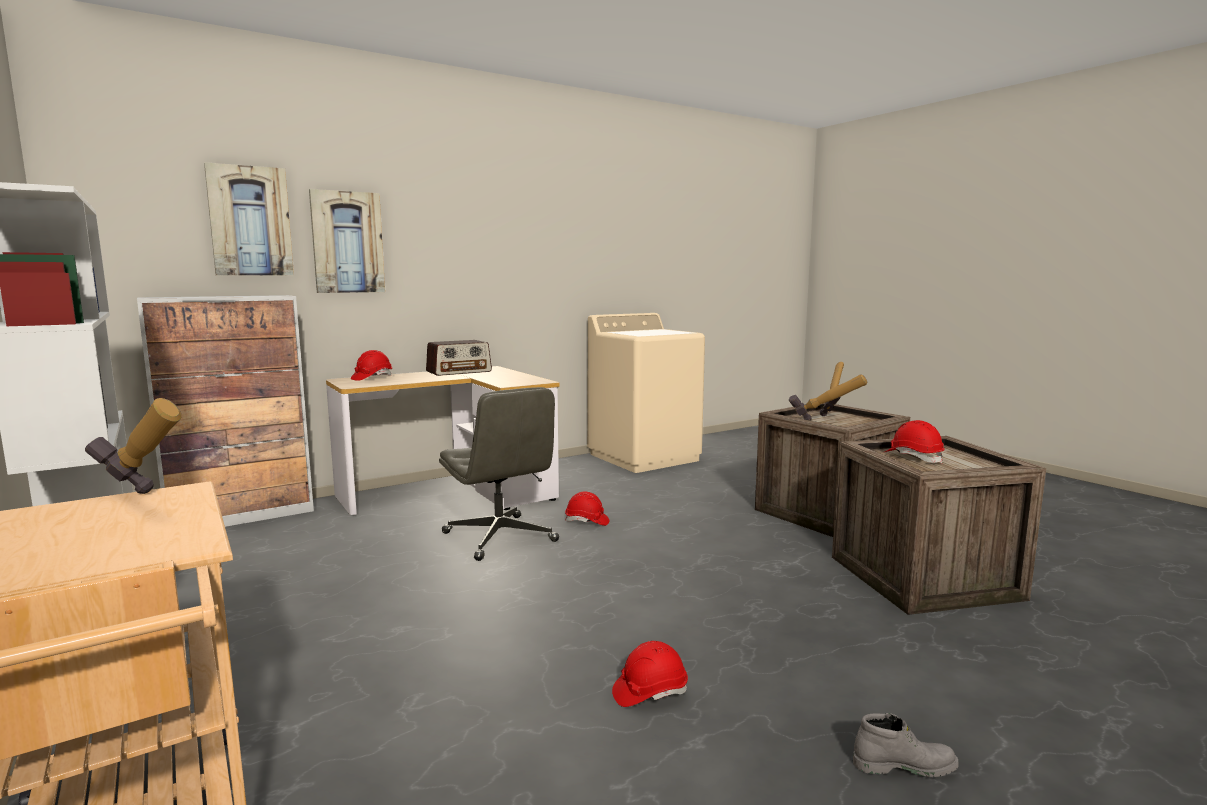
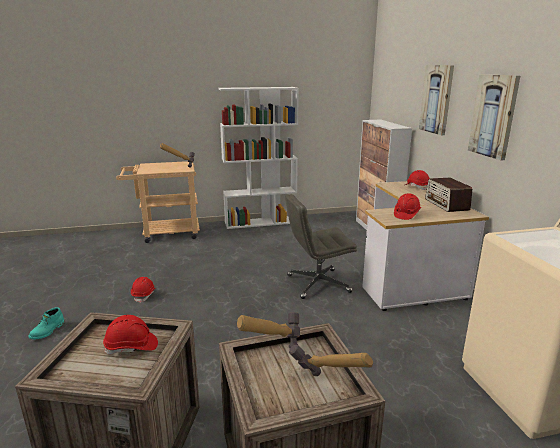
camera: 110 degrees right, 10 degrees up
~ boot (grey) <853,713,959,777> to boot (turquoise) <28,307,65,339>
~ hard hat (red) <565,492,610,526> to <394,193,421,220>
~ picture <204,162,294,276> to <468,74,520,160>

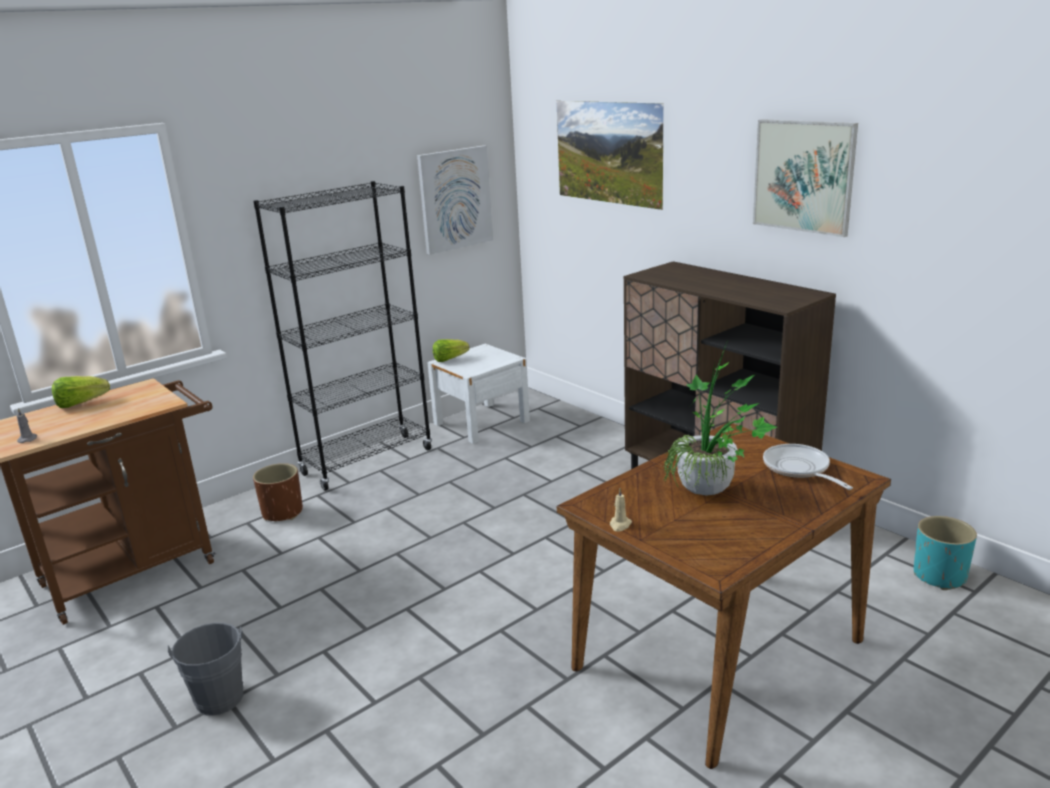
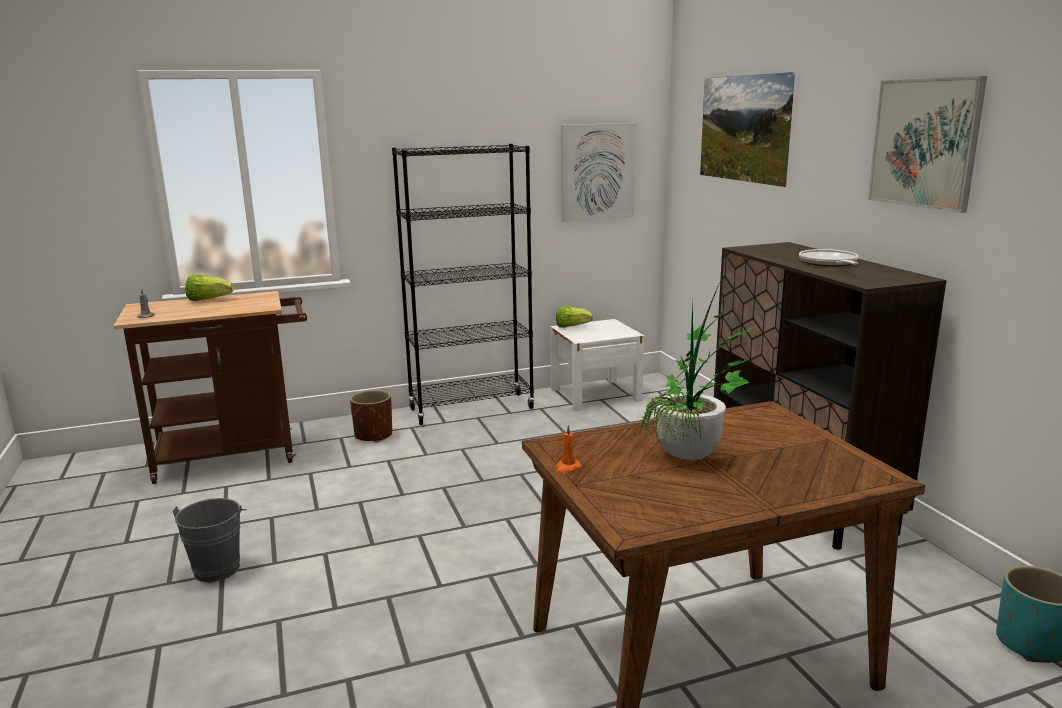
camera: 20 degrees right, 5 degrees down
~ candle (beige) <610,488,632,532> to candle (orange) <556,425,582,474>
~ frying pan <763,444,853,490> to <799,249,859,267>

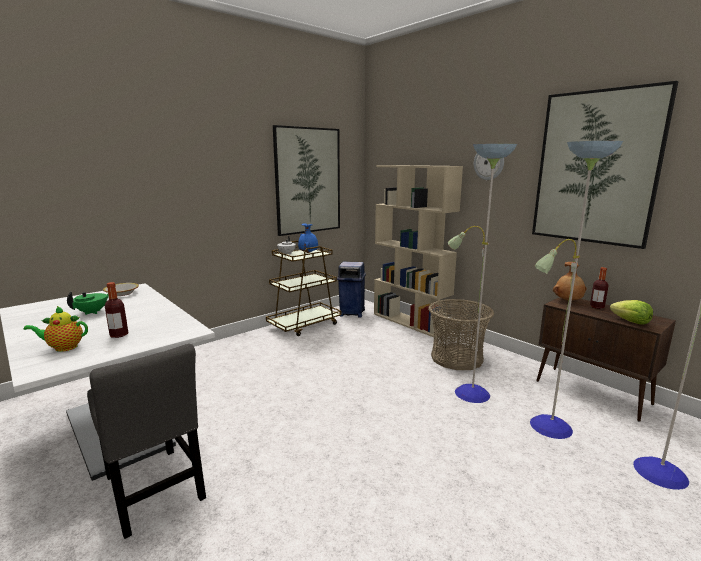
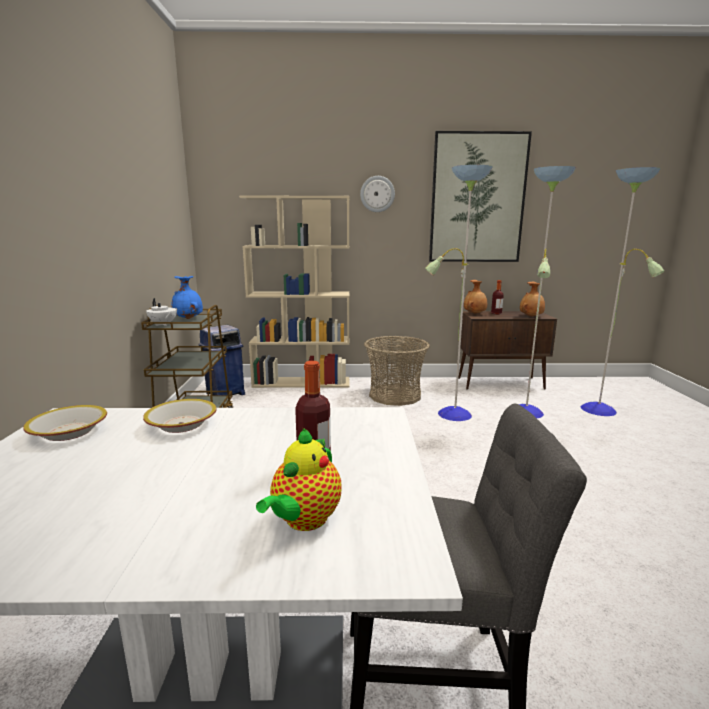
camera: 50 degrees left, 0 degrees up
+ bowl <143,399,217,433>
~ lettuce <610,300,653,325> to vase (brown) <520,282,545,317>
- teapot (green) <67,292,109,315>
- picture <273,125,340,236>

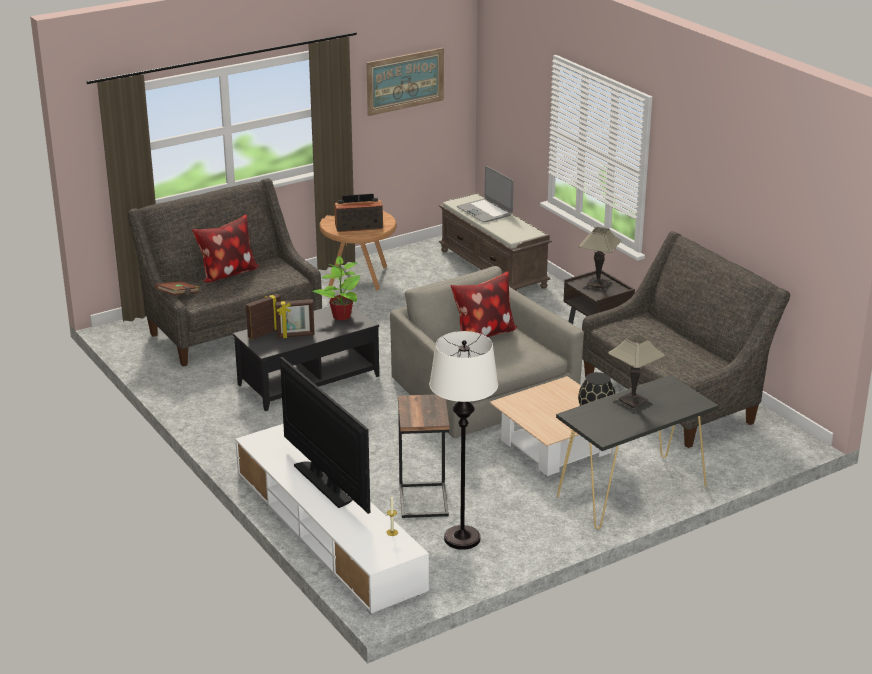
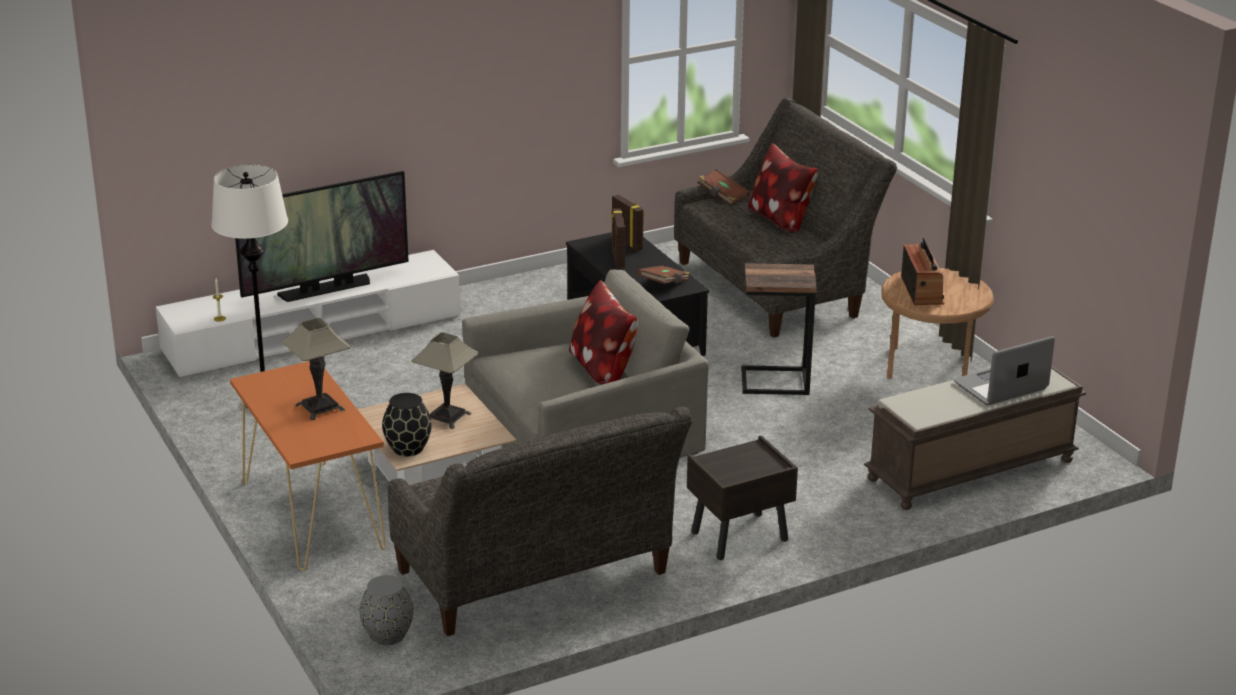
camera: 95 degrees right, 0 degrees up
~ console table (black) <556,375,719,529> to console table (orange) <230,361,386,571>
+ vase (grey) <359,575,414,645>
~ table lamp <579,227,622,293> to <411,332,479,429>
~ potted plant <312,256,361,320> to book (brown) <637,266,691,284>
~ side table <398,394,450,518> to <741,263,817,395>
- picture <366,48,444,116>

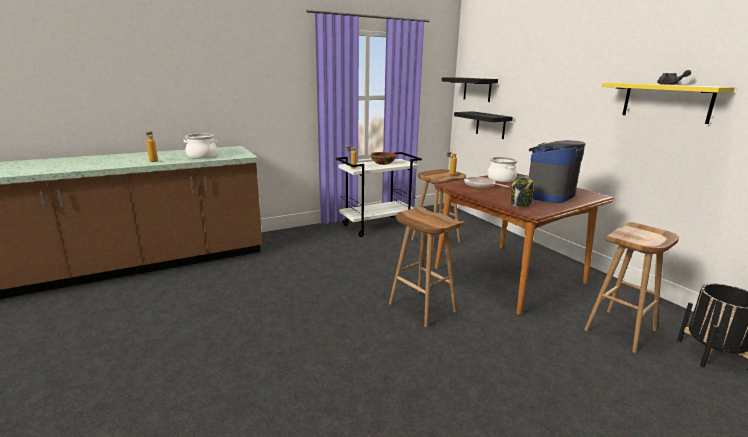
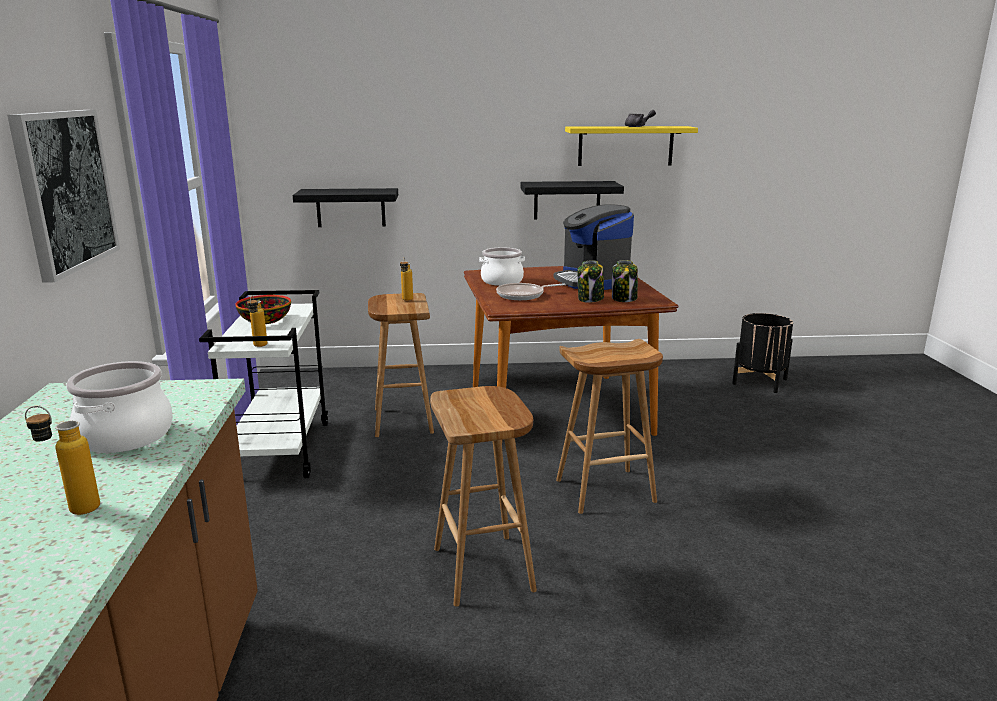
camera: 65 degrees left, 0 degrees up
+ picture <7,110,120,283>
~ stool (brown) <584,222,679,353> to <430,386,537,607>
~ shelf (black) <442,77,498,102> to <521,181,624,220>
+ jar <577,260,604,303>

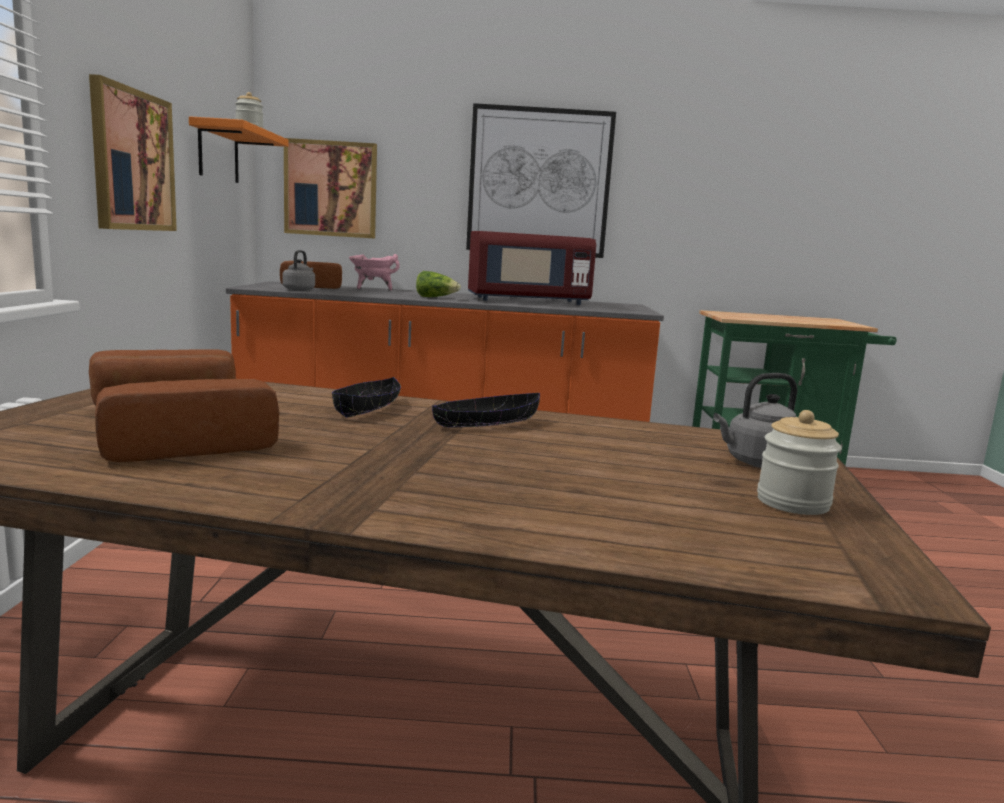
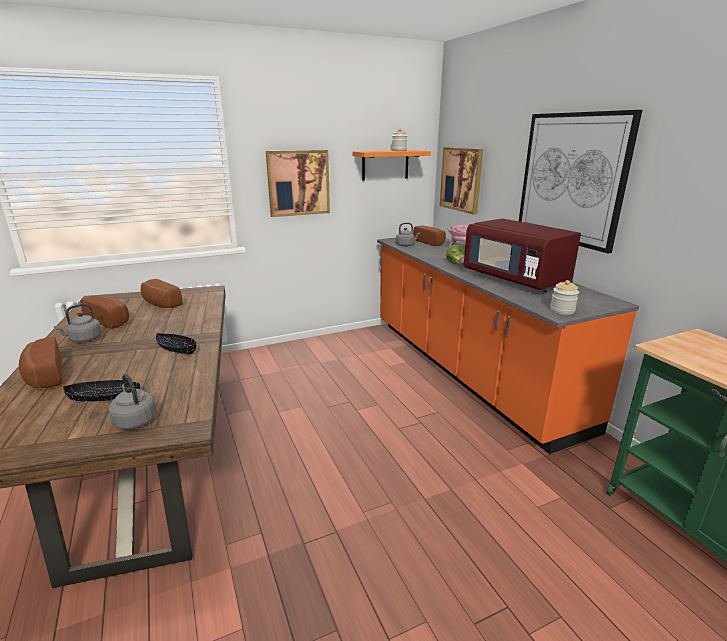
camera: 65 degrees right, 10 degrees up
+ bread <19,337,62,388>
+ kettle (grey) <54,304,102,343>
~ bowl (black) <332,377,401,417> to <63,380,140,402>
~ jar <757,410,842,515> to <550,280,579,315>

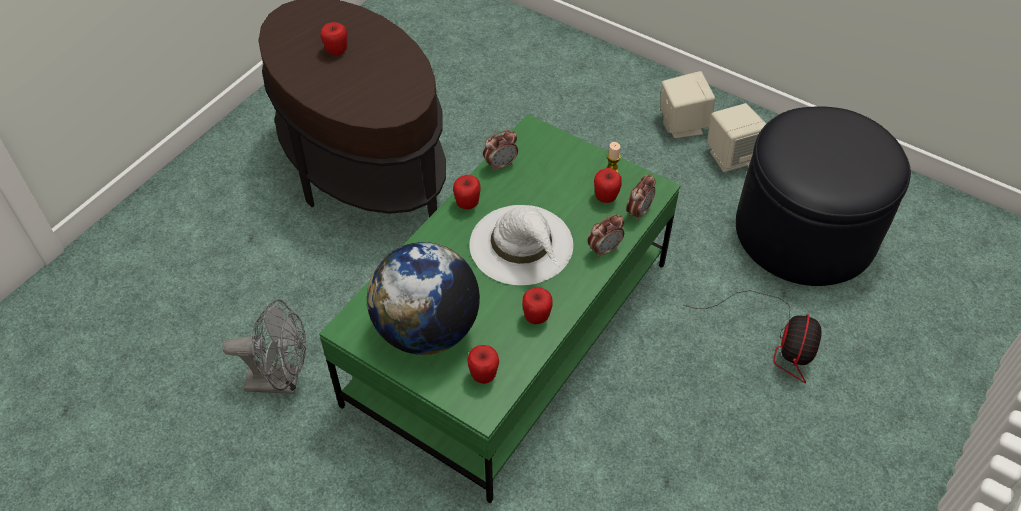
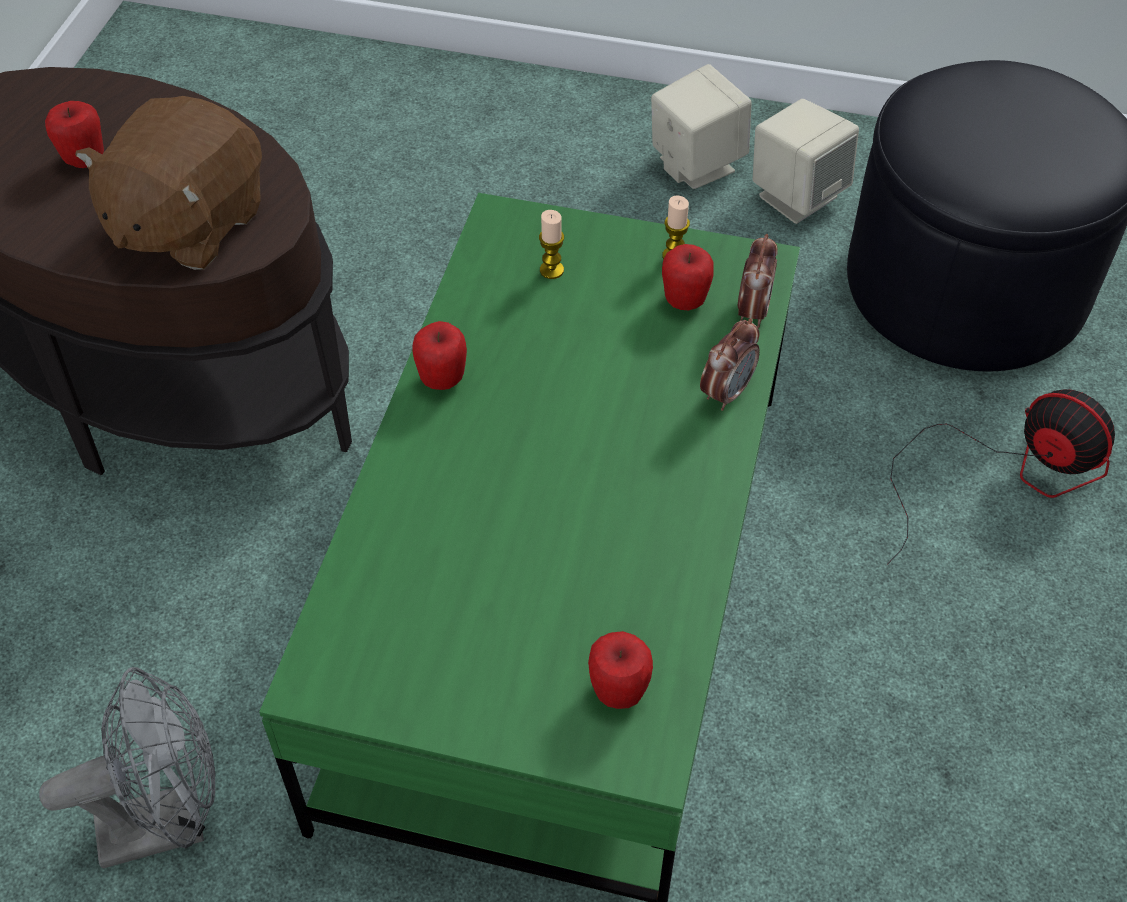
camera: 20 degrees left, 0 degrees up
+ plush toy (brown) <75,96,262,270>
+ candle <539,210,564,279>
~ fan <684,290,822,383> = <887,389,1115,564> 45 degrees counterclockwise
- globe <367,242,480,355>
- hat (white) <470,205,573,285>
- alarm clock <483,130,518,172>
- apple <522,287,552,324>

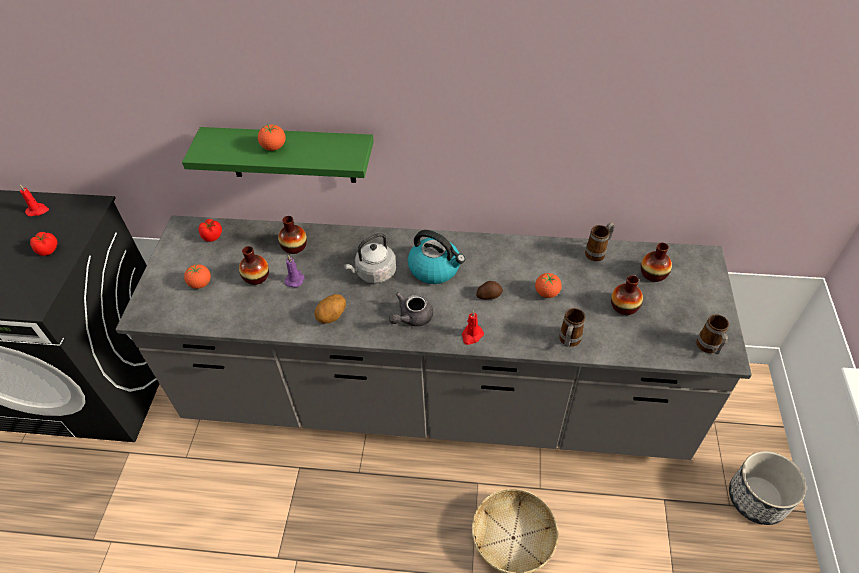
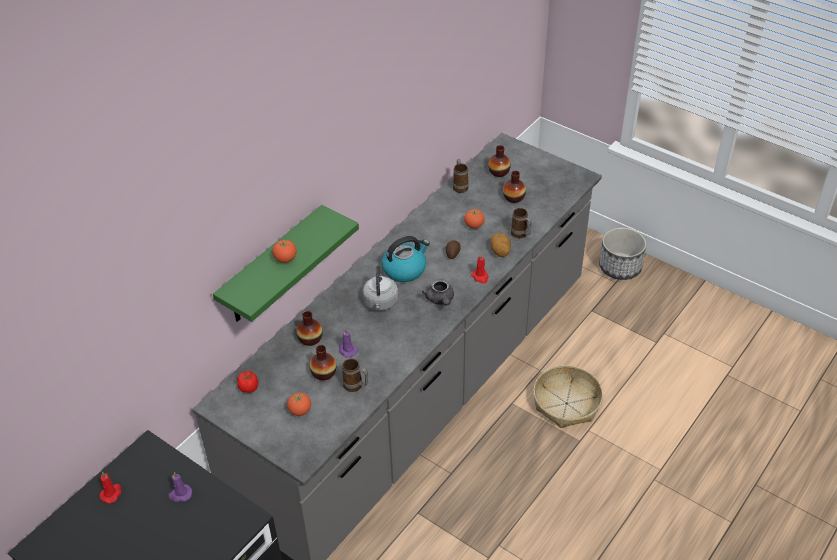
camera: 60 degrees left, 5 degrees down
~ tomato <30,232,58,256> to candle (purple) <168,472,192,502>
~ mug <696,314,729,354> to <342,359,368,392>
~ potato <314,294,346,324> to <490,233,511,257>

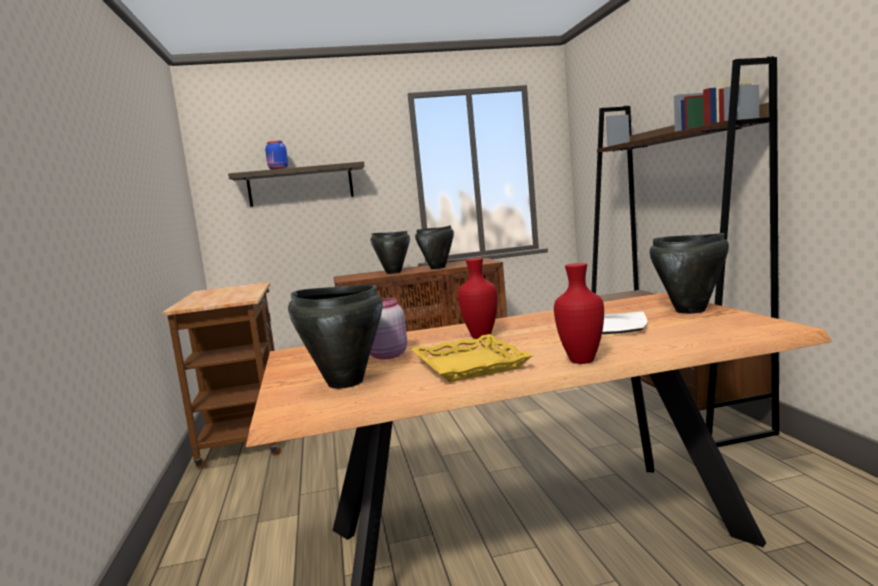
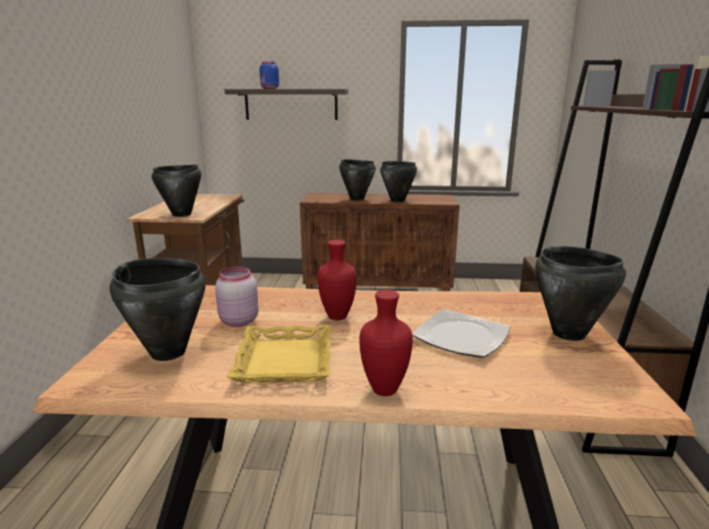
camera: 15 degrees right, 10 degrees up
+ cooking pot (black) <152,165,201,217>

